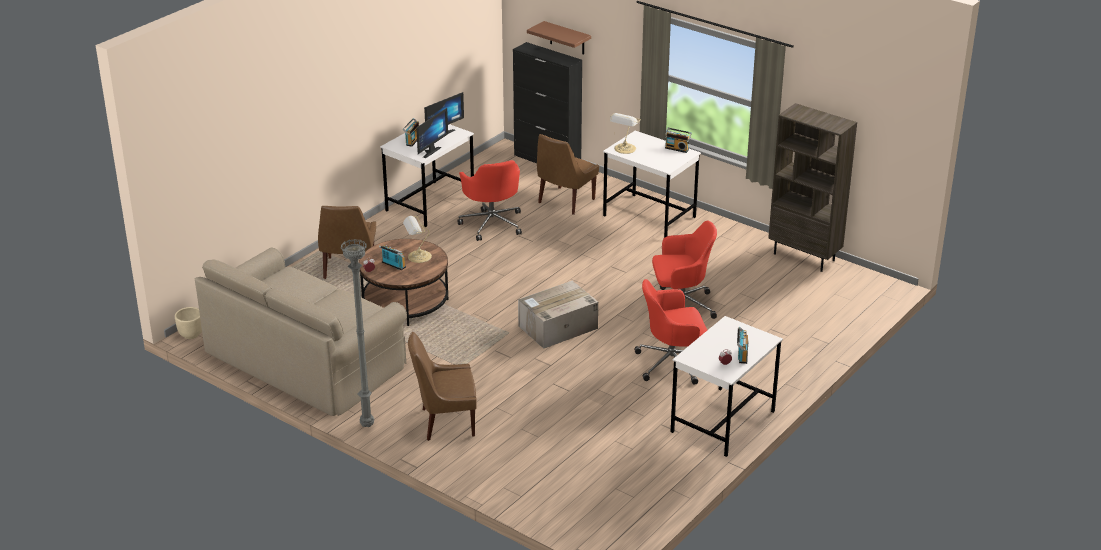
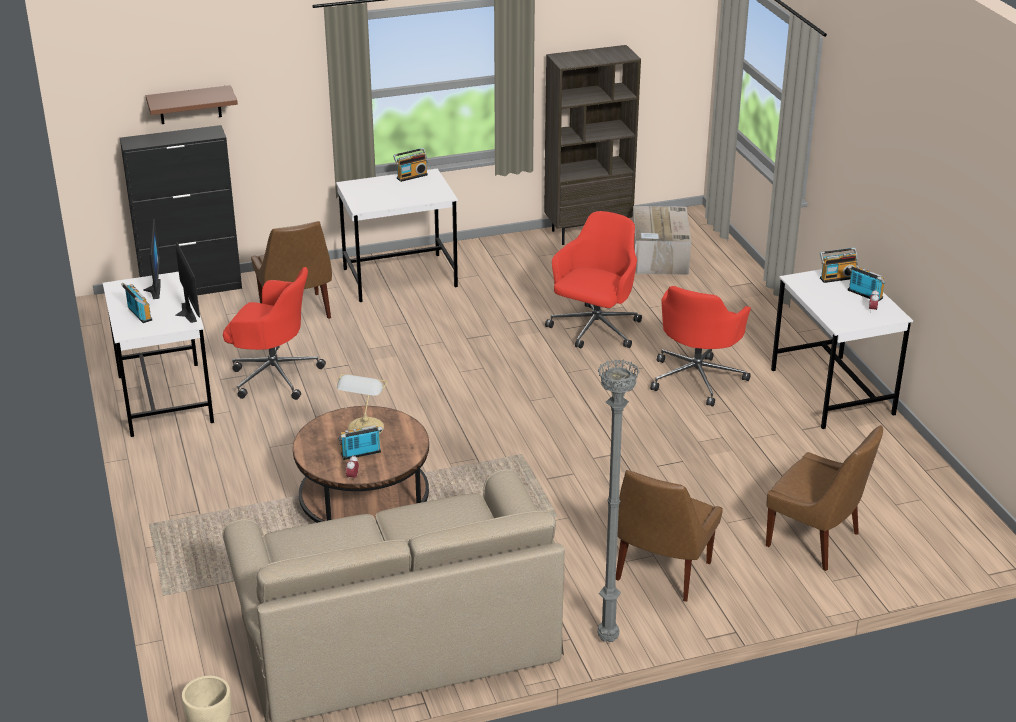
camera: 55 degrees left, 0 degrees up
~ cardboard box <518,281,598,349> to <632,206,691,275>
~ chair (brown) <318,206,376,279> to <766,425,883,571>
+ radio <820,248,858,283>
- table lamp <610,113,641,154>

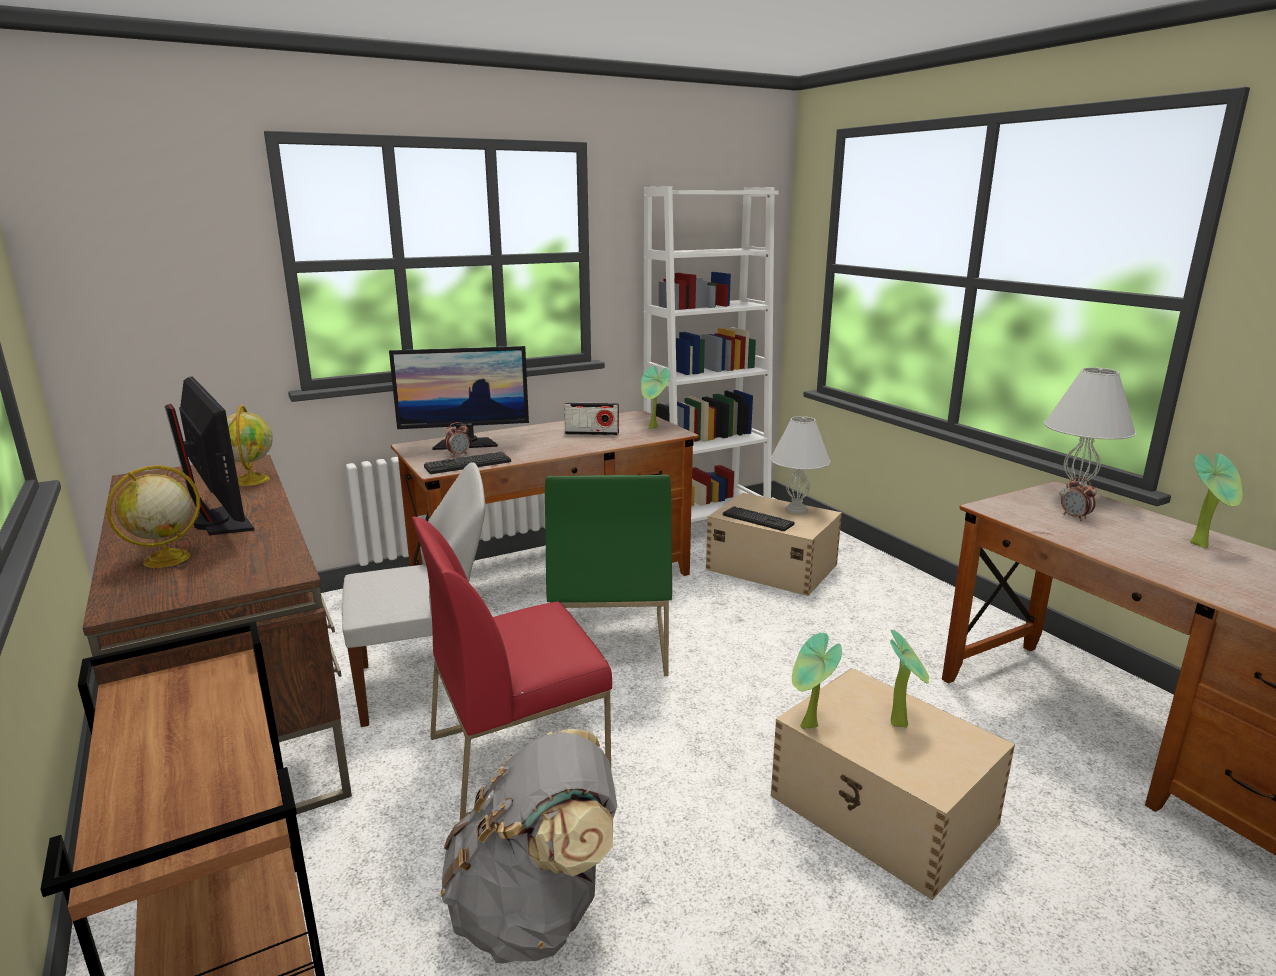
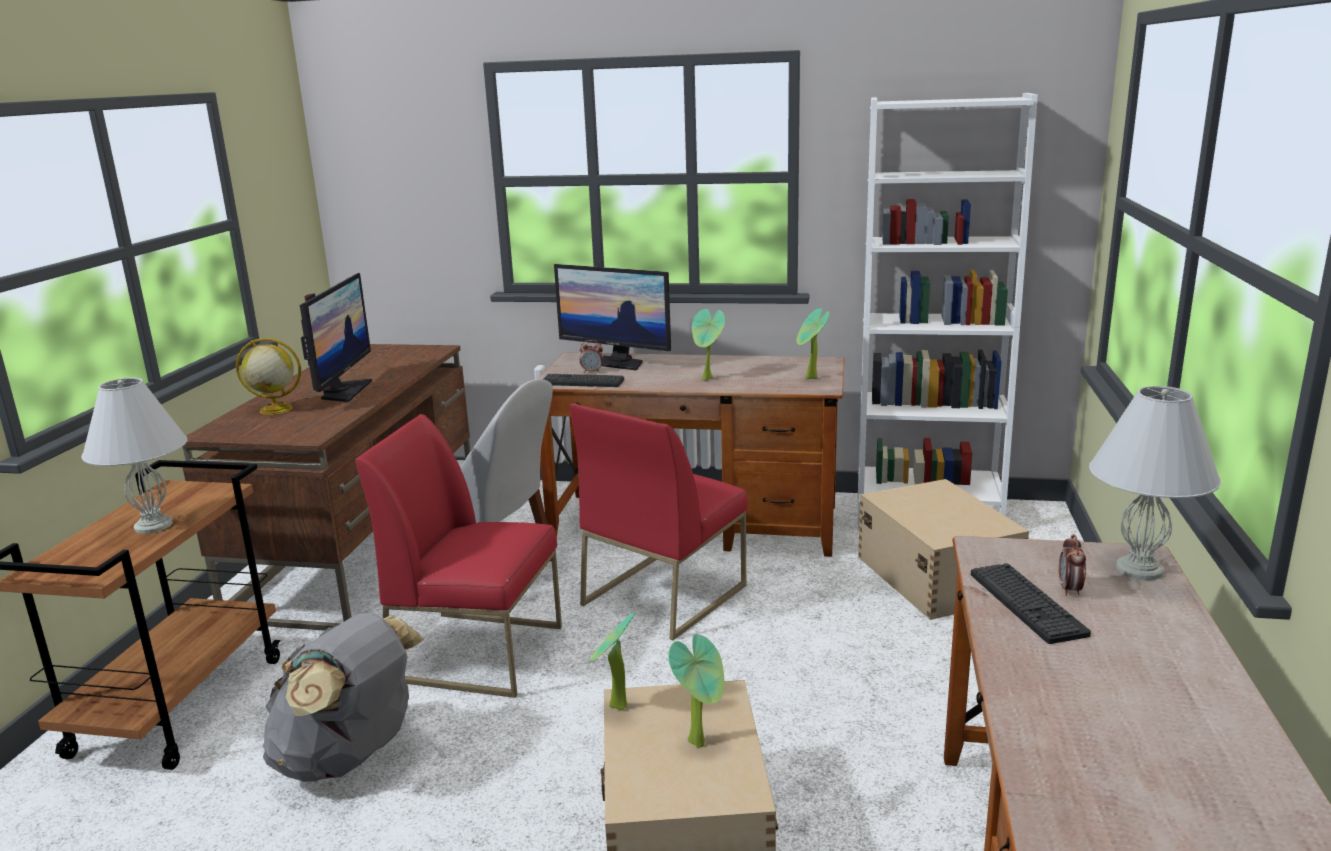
camera: 40 degrees right, 0 degrees up
~ table lamp (white) <770,416,830,514> to <81,378,188,534>
~ chair (green) <545,475,672,676> to chair (red) <570,404,748,640>
~ potted plant <1190,453,1242,548> to <692,309,725,380>
~ keyboard <723,506,794,531> to <971,563,1091,644>
- globe <227,405,273,486>
- radio <564,402,619,435>

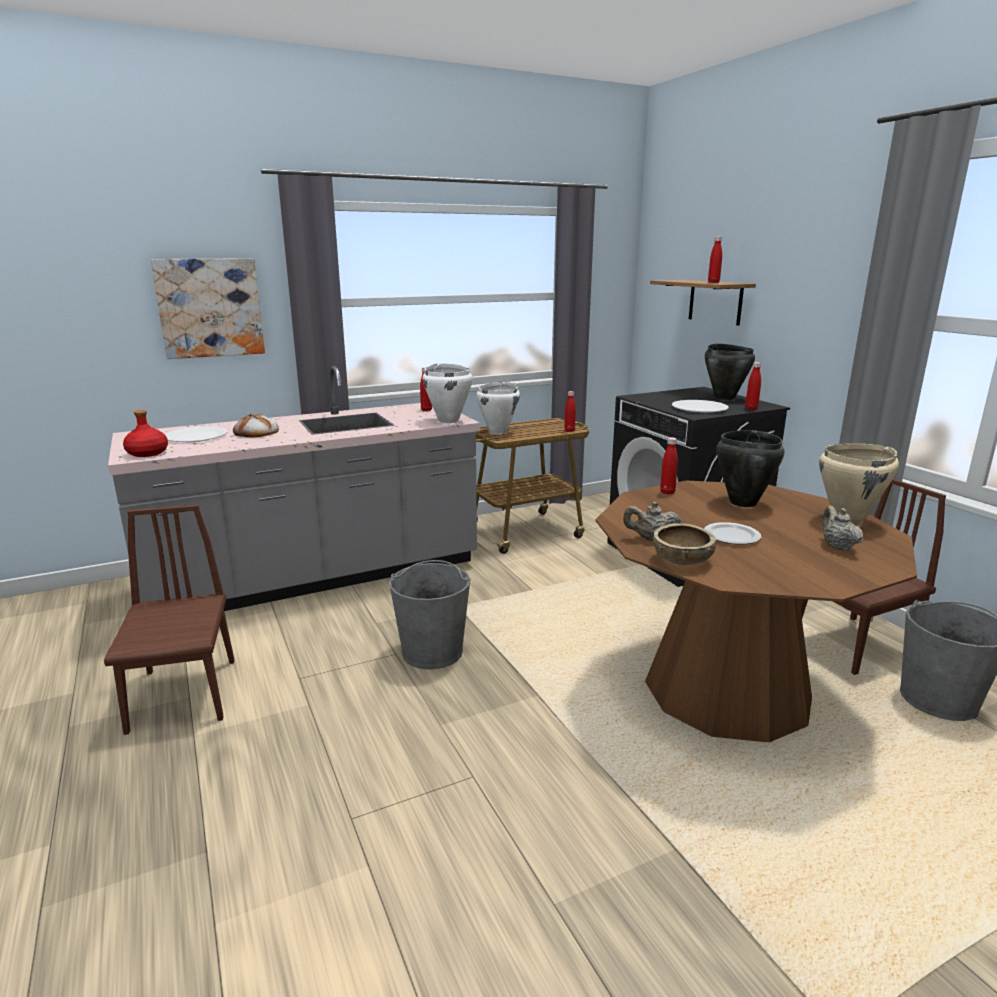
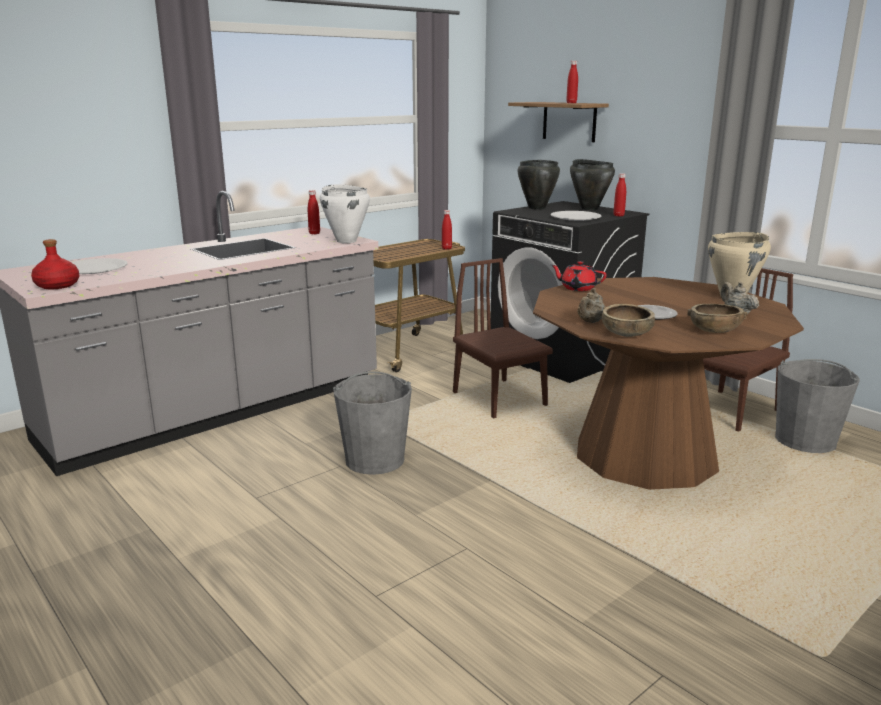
camera: 15 degrees left, 0 degrees up
~ chair (brown) <104,505,234,735> to <453,258,553,418>
~ cooking pot (black) <717,430,784,507> to <518,160,560,209>
~ bottle (red) <660,437,678,494> to teapot (red) <551,261,606,291>
~ teapot (beige) <623,502,681,541> = <577,288,605,323> 45 degrees counterclockwise
+ bowl (brown) <688,304,747,333>
- picture <151,258,265,359>
- bread <233,413,279,437>
- cooking pot (white) <476,382,520,435>

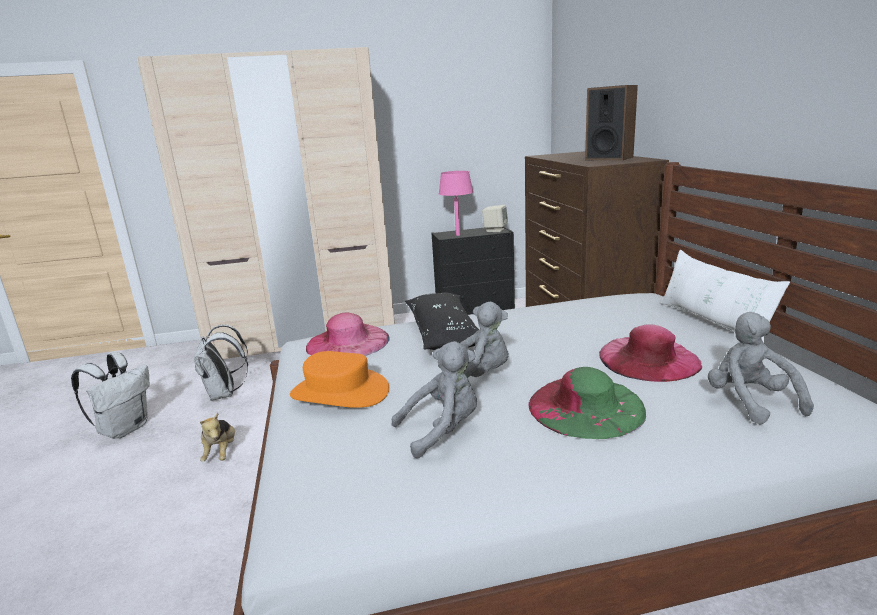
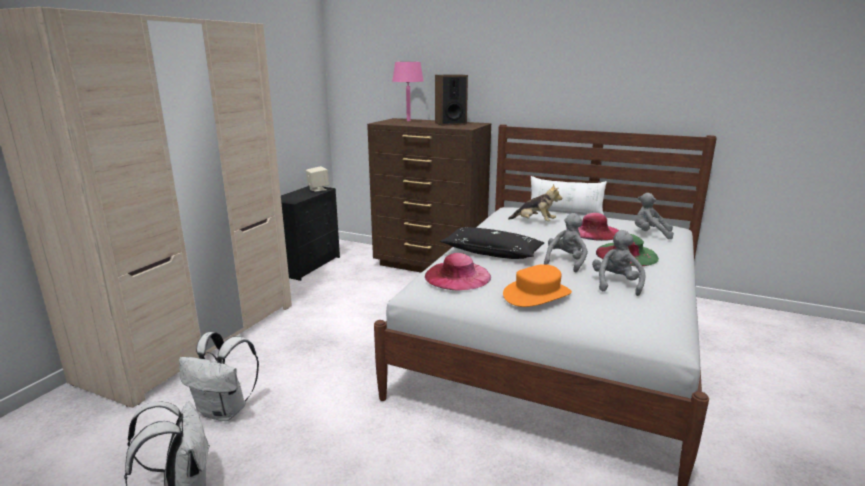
camera: 55 degrees left, 0 degrees up
~ table lamp (pink) <439,171,473,236> to <393,62,424,121>
~ plush toy <200,413,235,462> to <508,184,562,222>

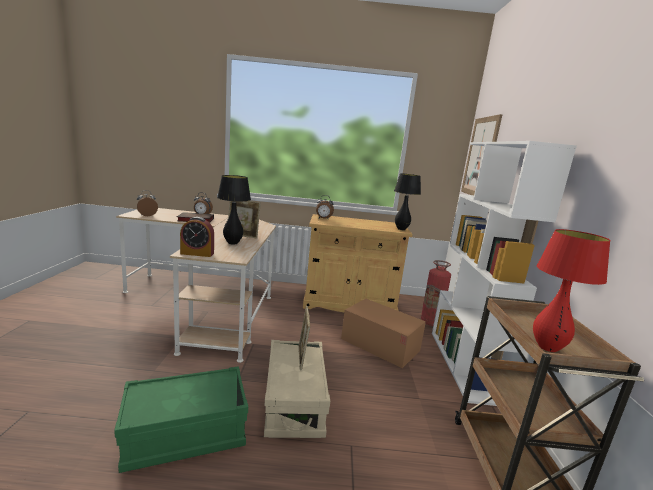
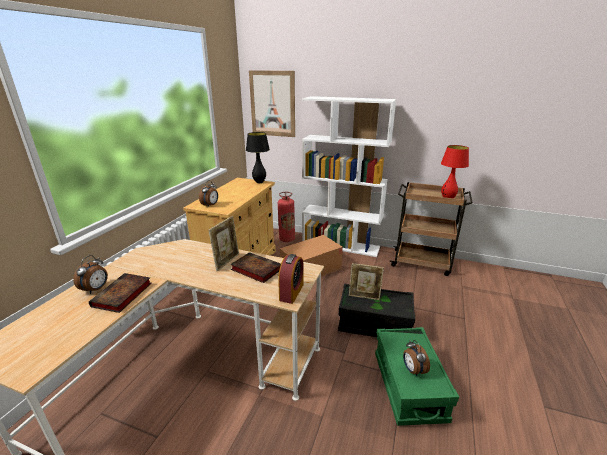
camera: 70 degrees left, 10 degrees up
~ table lamp (black) <217,175,251,245> to book <230,252,281,283>
~ storage box (beige) <264,340,330,438> to storage box (black) <338,283,415,337>
~ alarm clock <137,190,158,216> to <403,340,430,376>

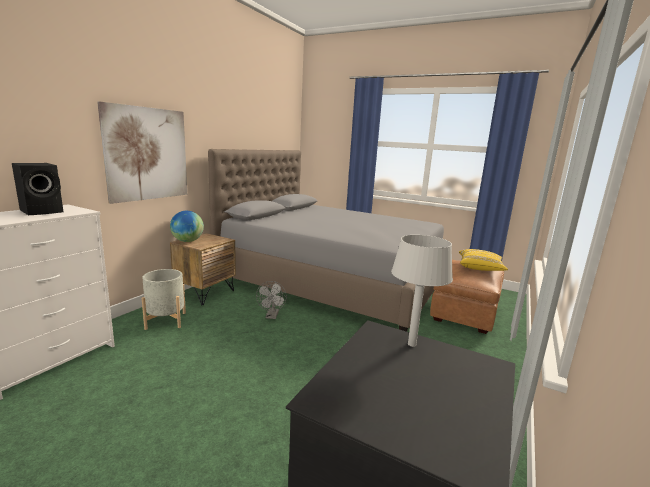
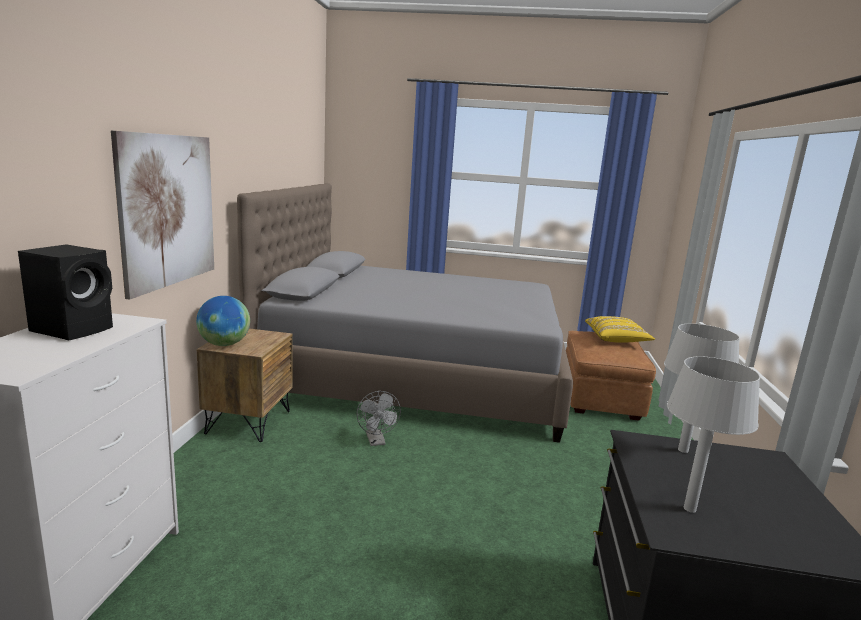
camera: 20 degrees left, 0 degrees up
+ table lamp (grey) <667,356,760,513>
- planter (grey) <142,269,186,330>

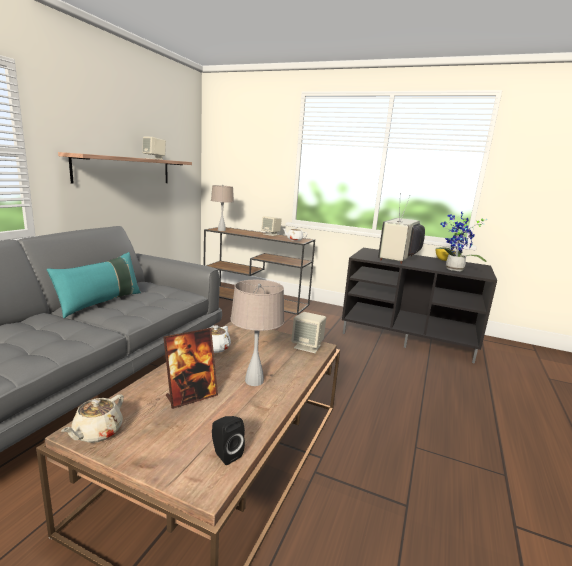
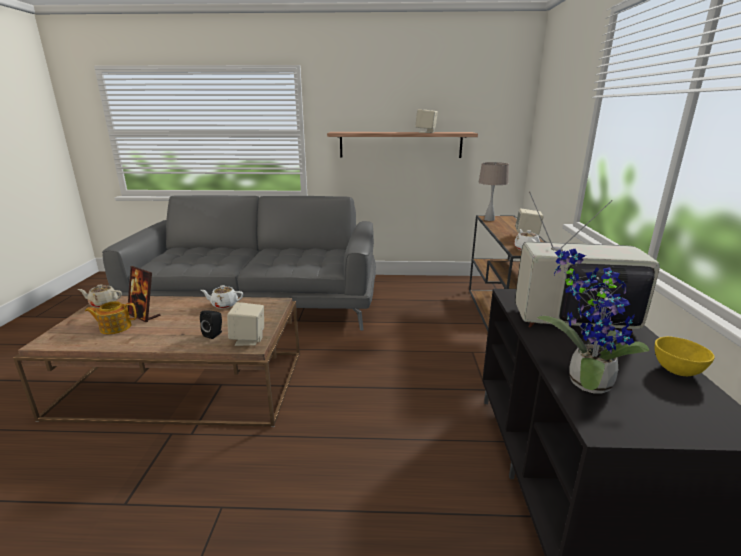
camera: 70 degrees right, 5 degrees up
+ teapot <85,301,137,334>
~ speaker (black) <212,416,245,465> to <200,310,222,339>
- pillow (turquoise) <46,252,141,318>
- table lamp (beige) <231,280,284,386>

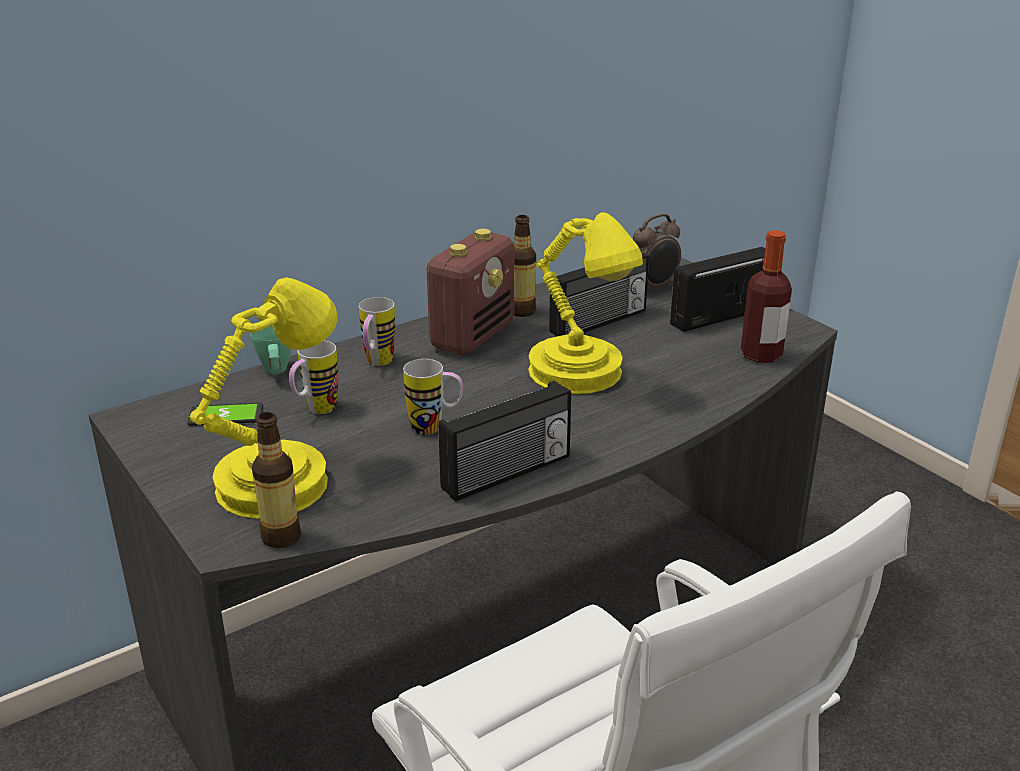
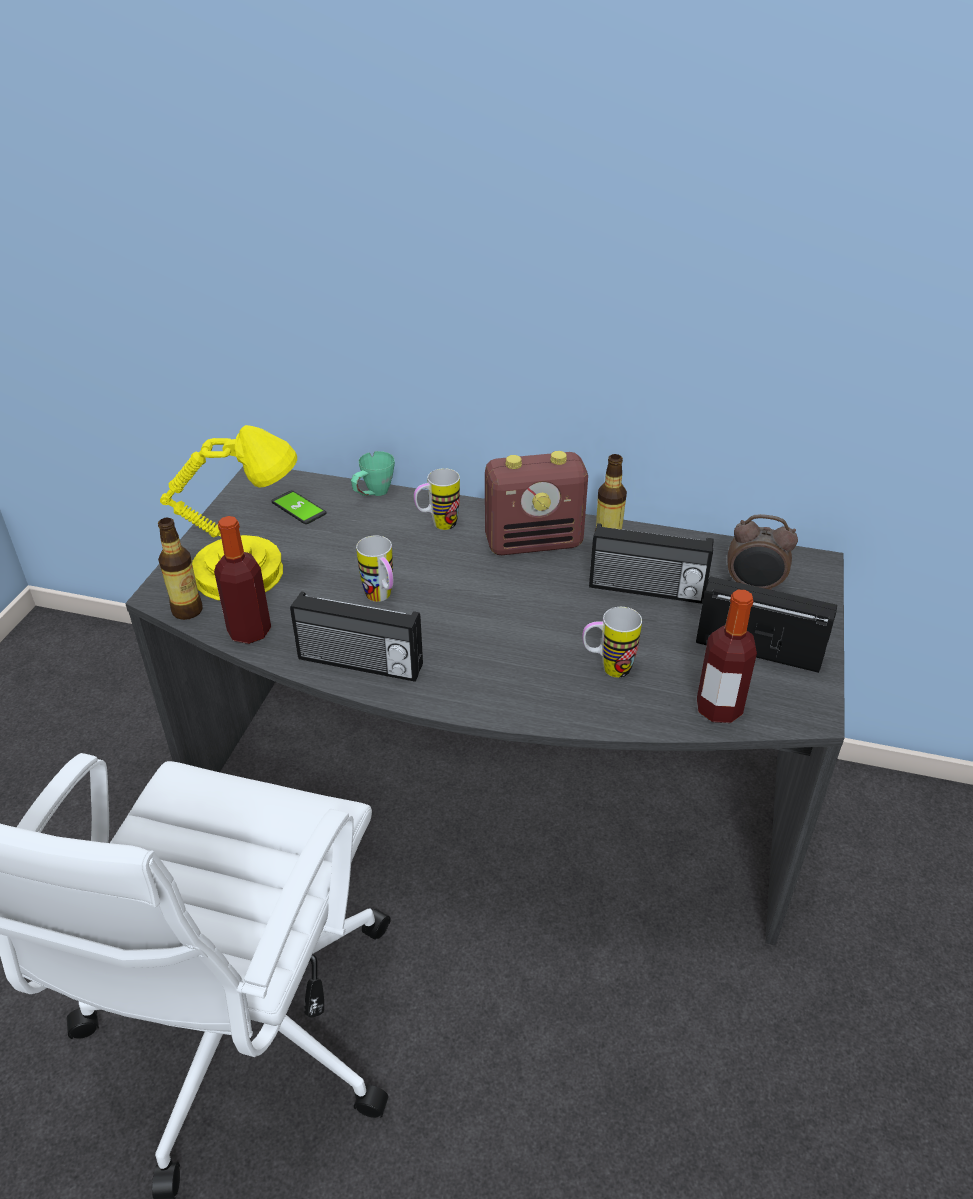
camera: 50 degrees right, 10 degrees up
+ bottle <214,516,271,644>
~ mug <289,341,338,414> to <582,607,642,678>
- table lamp (yellow) <528,212,643,394>

